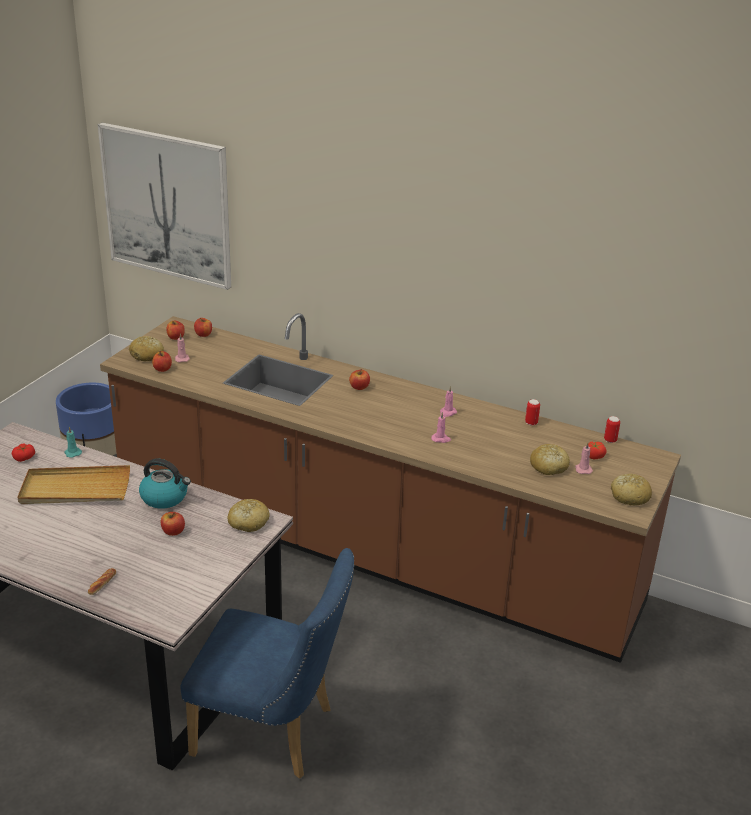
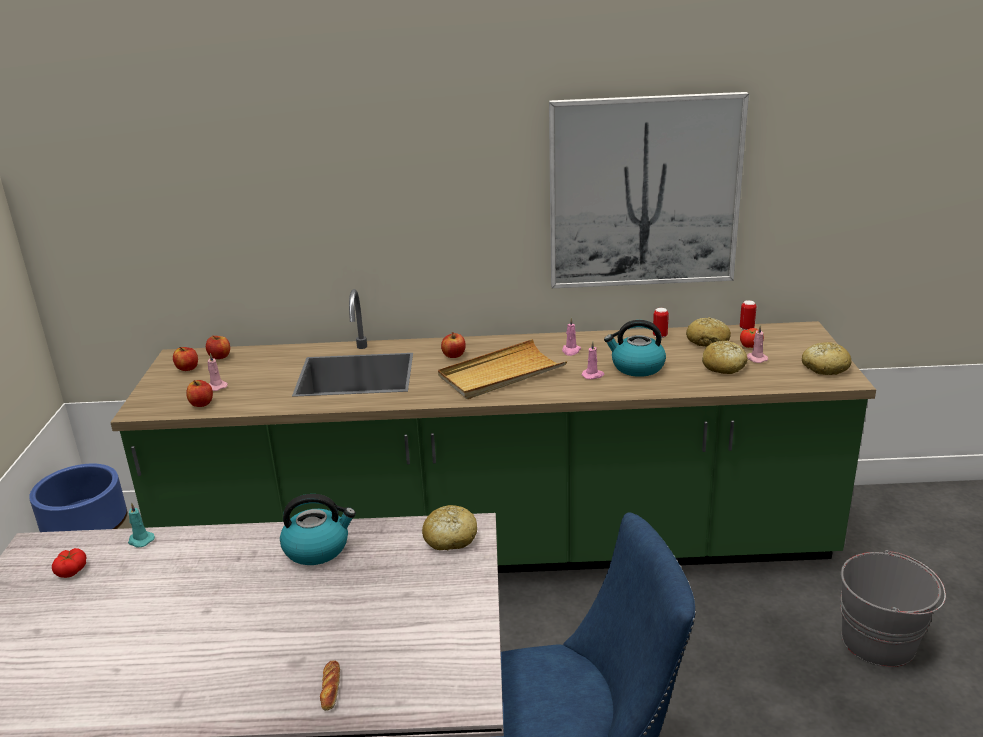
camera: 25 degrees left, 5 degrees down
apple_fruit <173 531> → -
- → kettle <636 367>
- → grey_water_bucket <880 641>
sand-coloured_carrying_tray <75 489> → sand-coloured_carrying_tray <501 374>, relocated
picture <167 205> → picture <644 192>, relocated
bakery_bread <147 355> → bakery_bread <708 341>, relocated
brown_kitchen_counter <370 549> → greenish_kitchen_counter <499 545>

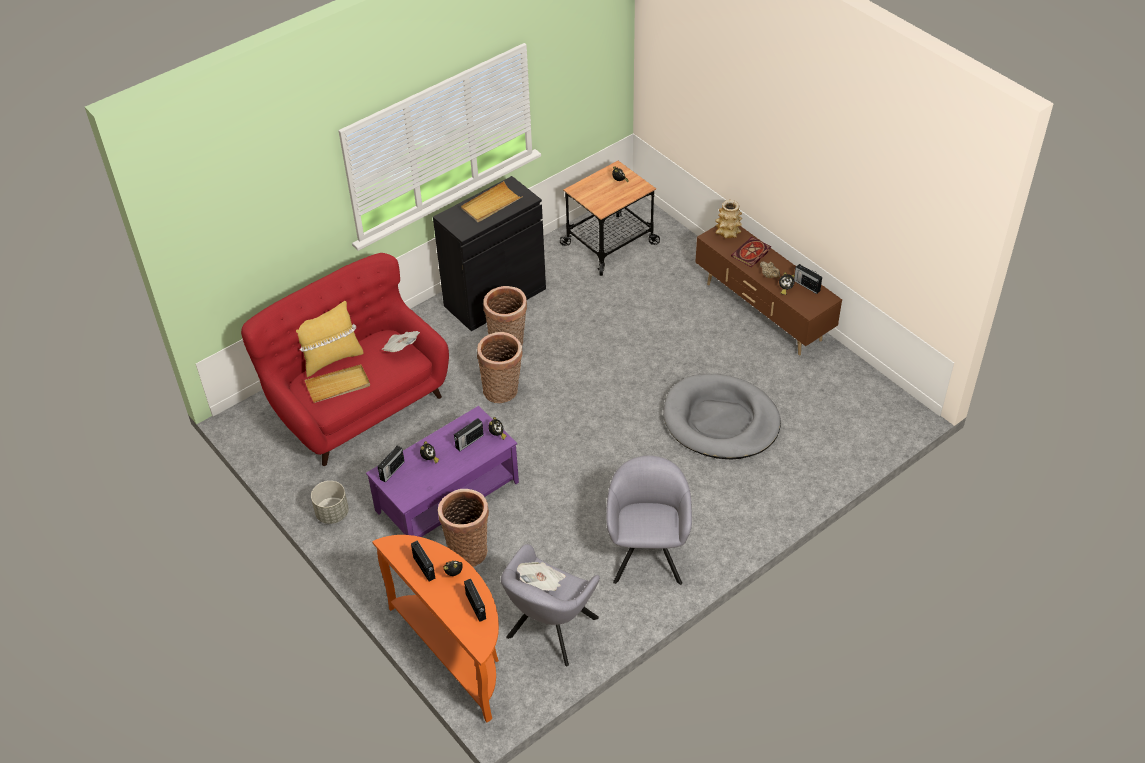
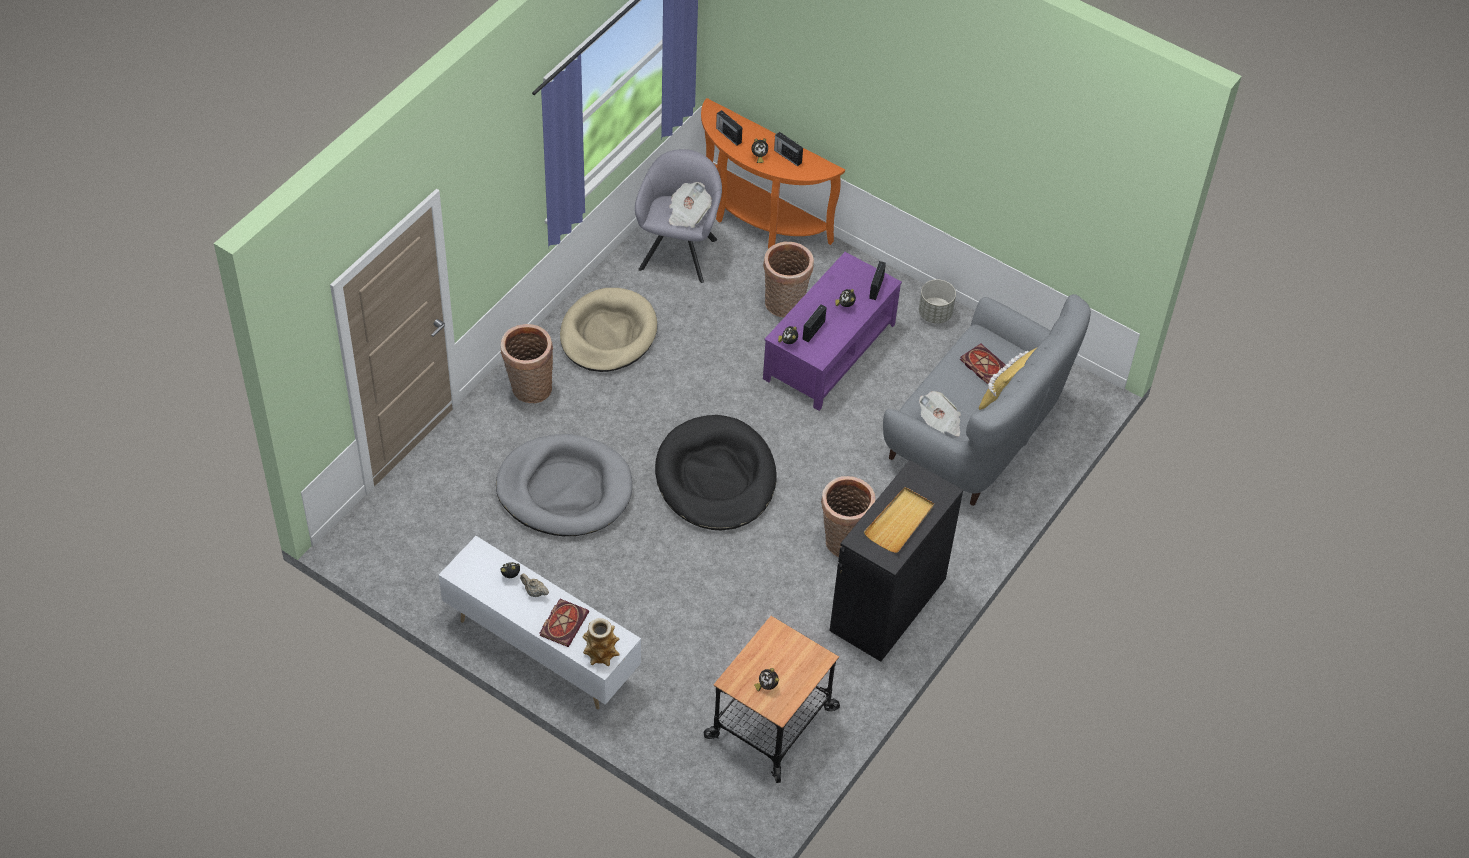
camera: 160 degrees right, 5 degrees up
radio <806 285> → -
- → black-coloured_pet_bed <716 477>
household_basket <503 390> → household_basket <529 389>, relocated
sand-coloured_carrying_tray <338 385> → volume <982 365>
grey_easy_chair <648 553> → sand-coloured_pet_bed <608 334>
red-coloured_couch <358 403> → grey_couch <976 432>
brown_tv_unit <763 313> → white_tv_unit <541 649>

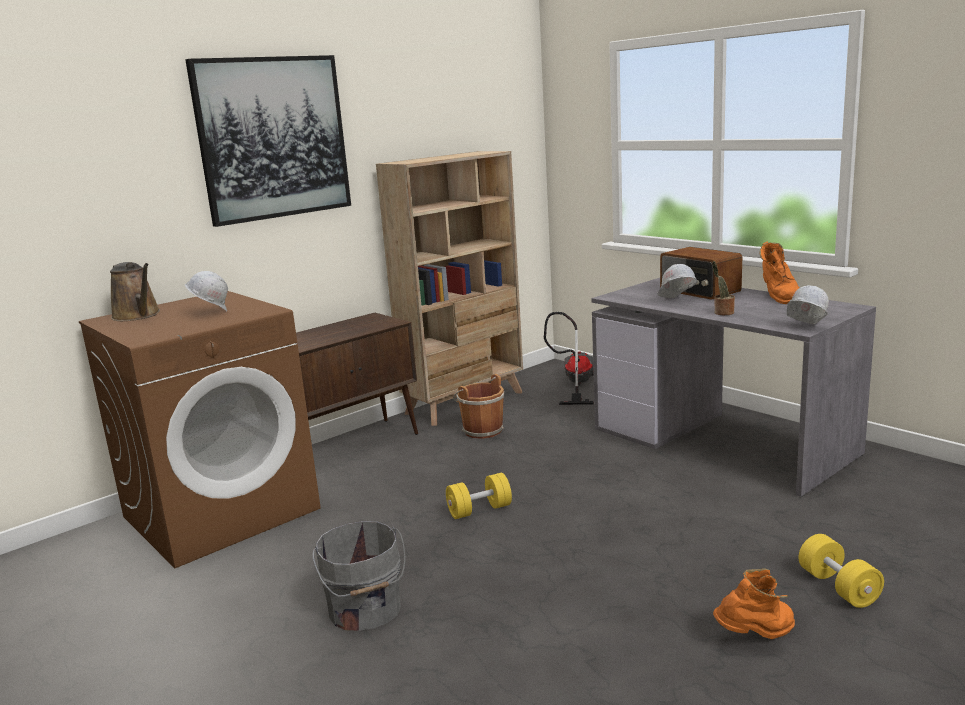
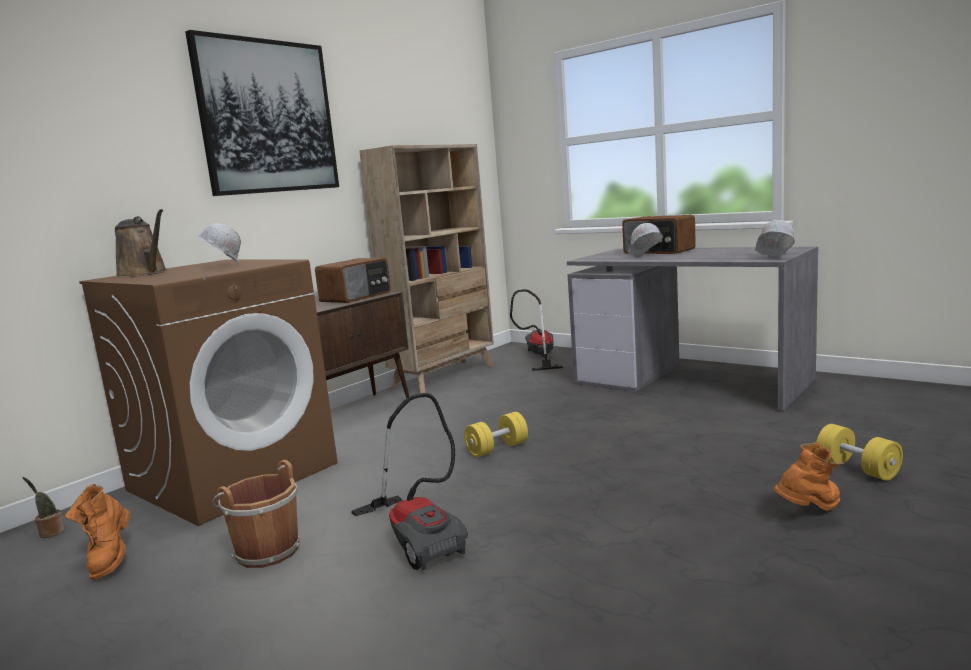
camera: 10 degrees left, 5 degrees down
- → radio <357 297>
brown_water_bucket <481 430> → brown_water_bucket <265 551>, relocated
plant_in_a_pot <722 313> → plant_in_a_pot <50 532>, relocated
orangey_boot <778 297> → orangey_boot <110 559>, relocated
grey_water_bucket <365 610> → vacuum_cleaner <420 537>

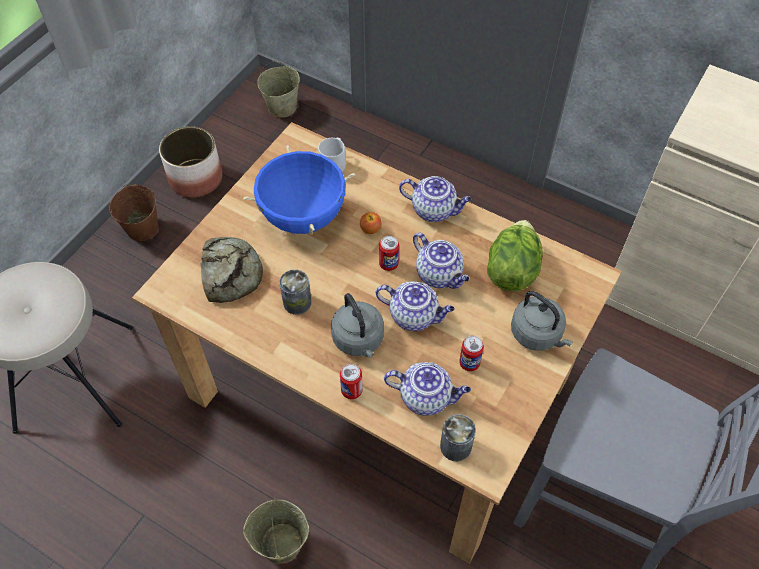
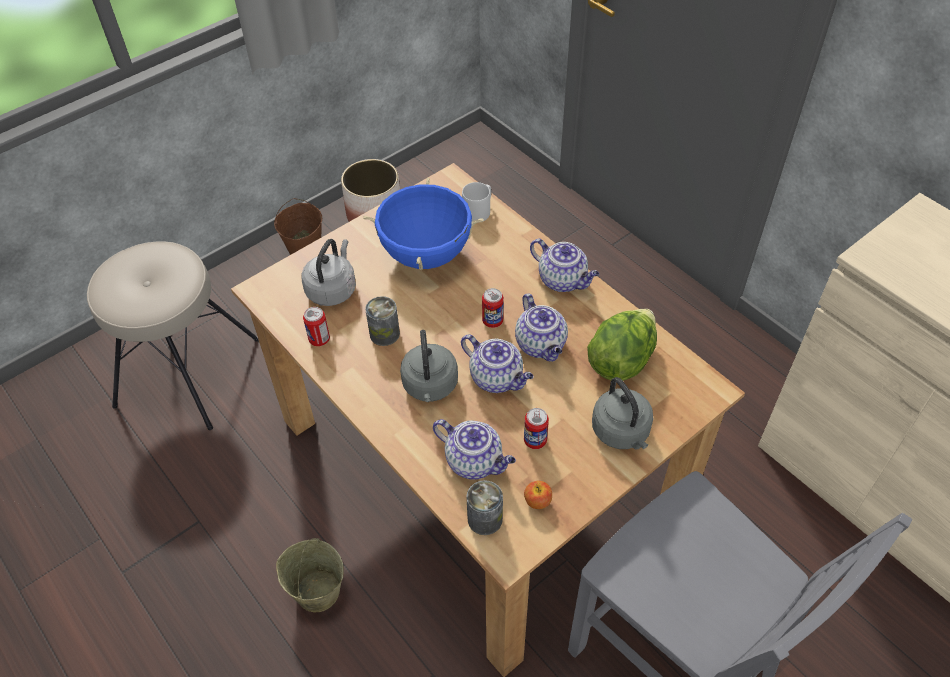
camera: 20 degrees right, 5 degrees down
sand-coloured_water_bucket <282 107> → -
metal_can <351 390> → metal_can <319 339>, relocated
apple_fruit <370 229> → apple_fruit <537 501>, relocated
bakery_bread <230 272> → grey_kettle <332 289>

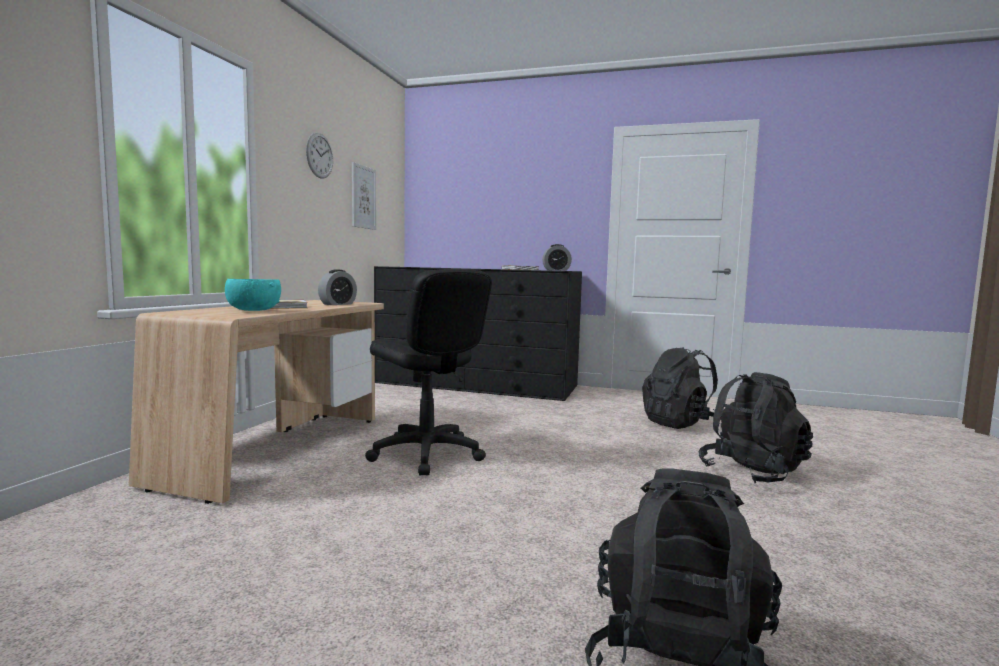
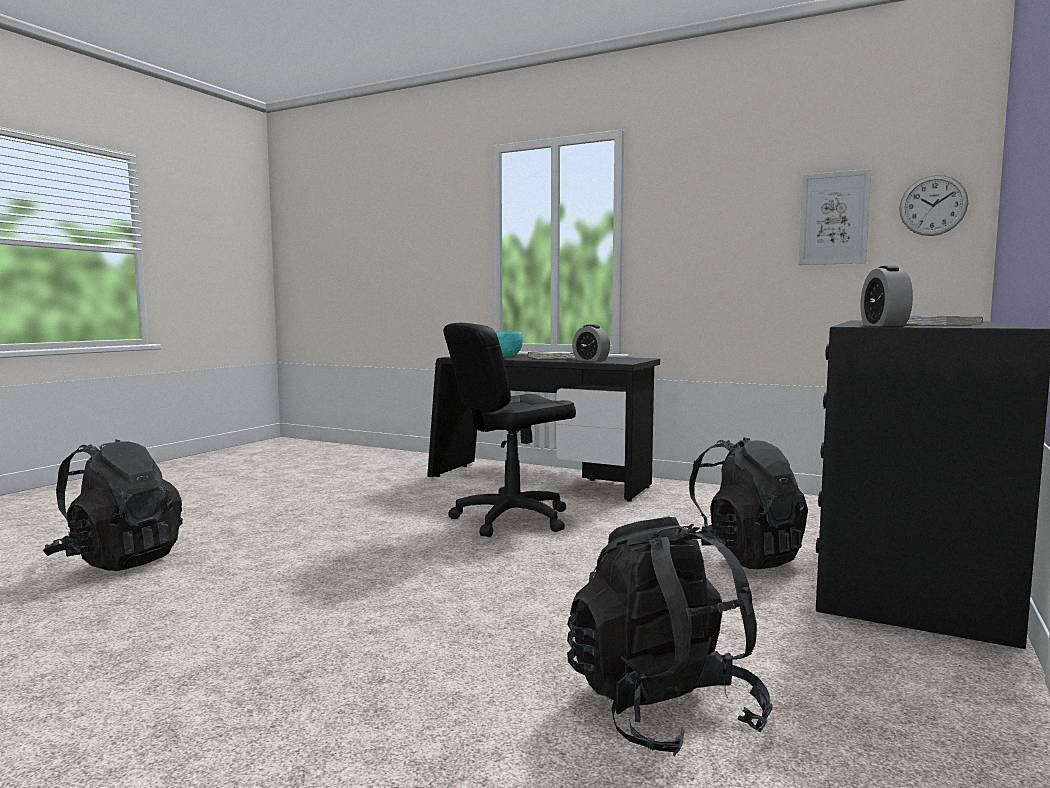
camera: 100 degrees right, 0 degrees up
hanging_clock <319 155> → hanging_clock <933 205>, relocated
black-coloured_backpack <752 472> → black-coloured_backpack <741 556>, relocated
sand-coloured_desk_unit <280 449> → black-coloured_desk_unit <540 482>

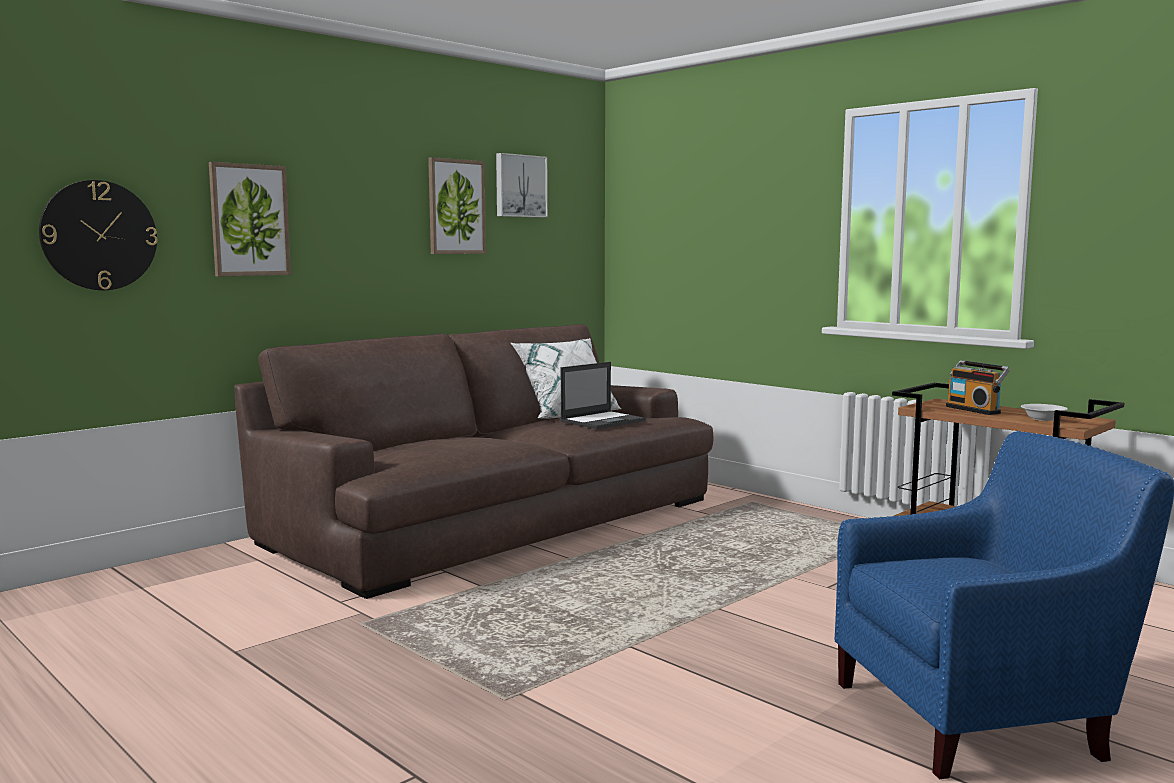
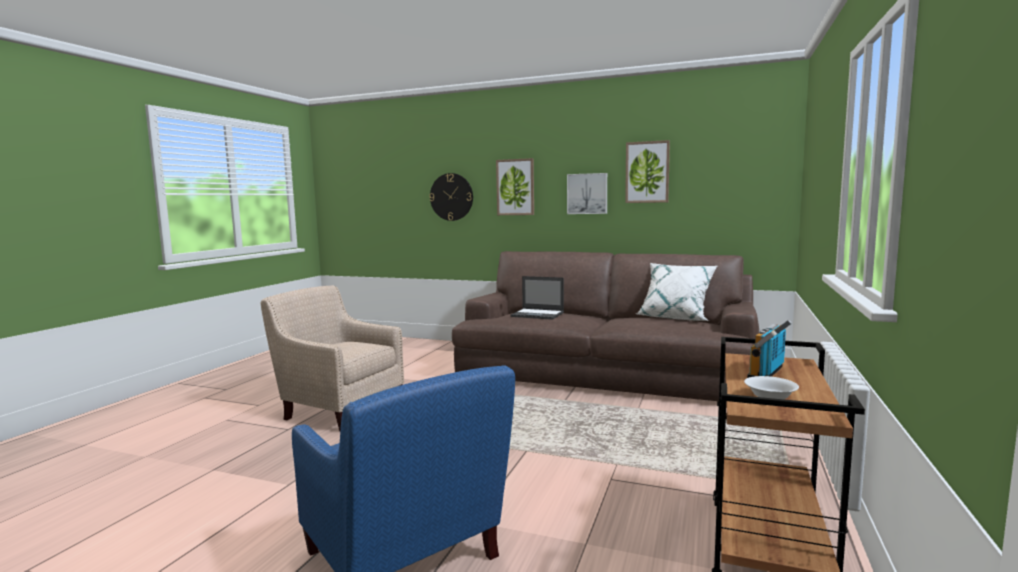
camera: 65 degrees right, 0 degrees up
- → sand-coloured_easy_chair <340 408>
picture <520 186> → picture <587 193>, relocated
laptop <603 421> → laptop <538 314>, relocated

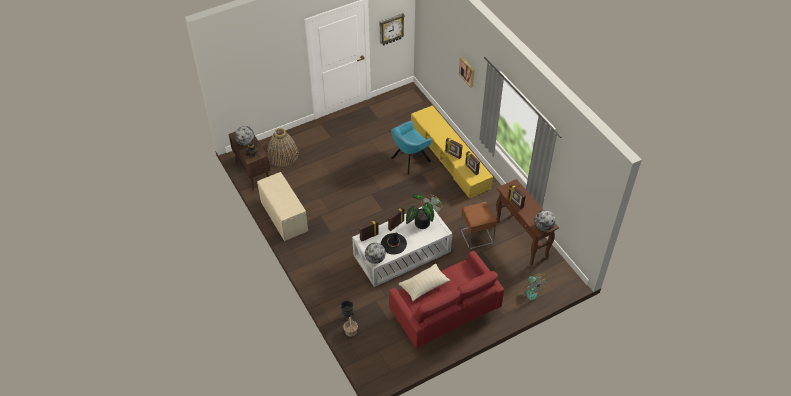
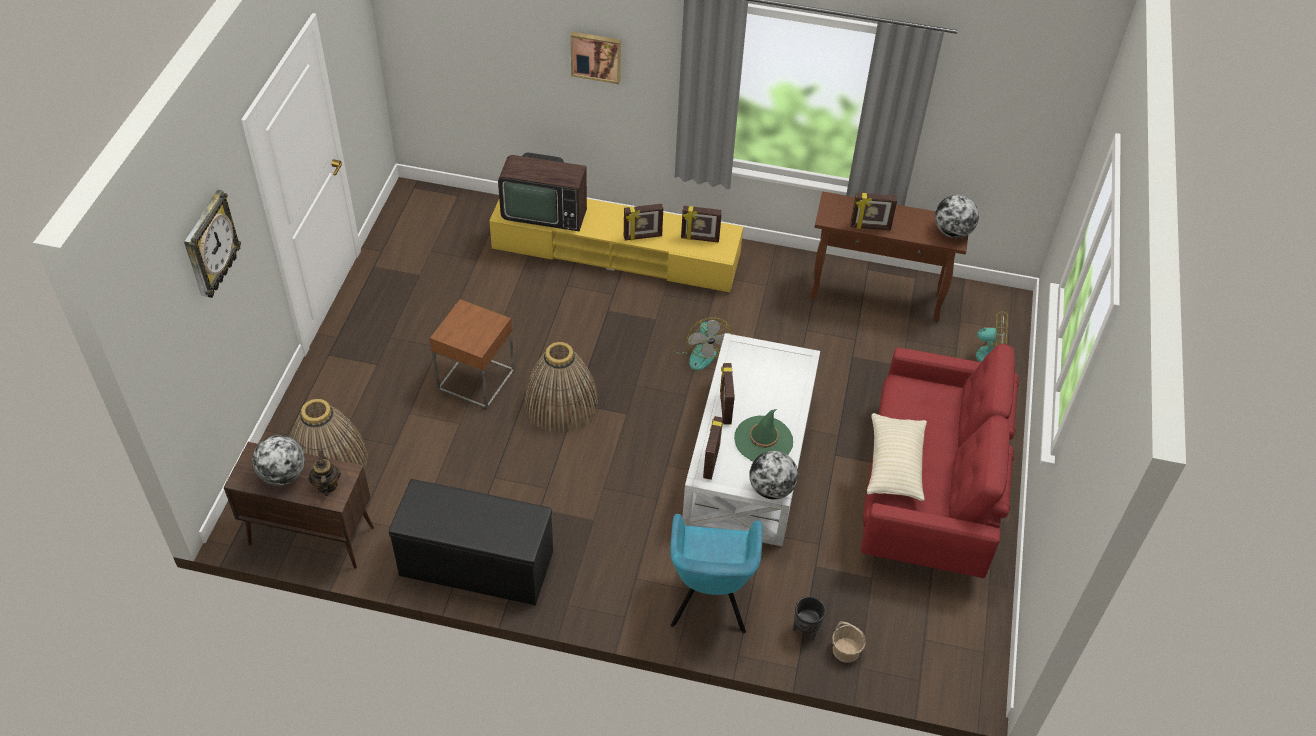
camera: 50 degrees left, 0 degrees up
plant_in_a_pot <420 223> → -
- → TV <544 210>
- → household_basket <561 403>
hanging_clock <391 29> → hanging_clock <209 246>, relocated
turquoise_easy_chair <409 160> → turquoise_easy_chair <710 599>, relocated
brown_accent_table <476 236> → brown_accent_table <476 379>, relocated
sand-coloured_indoor_bench <283 216> → black-coloured_indoor_bench <475 564>
black-coloured_wearable_hat <393 244> → greenish_wearable_hat <763 440>

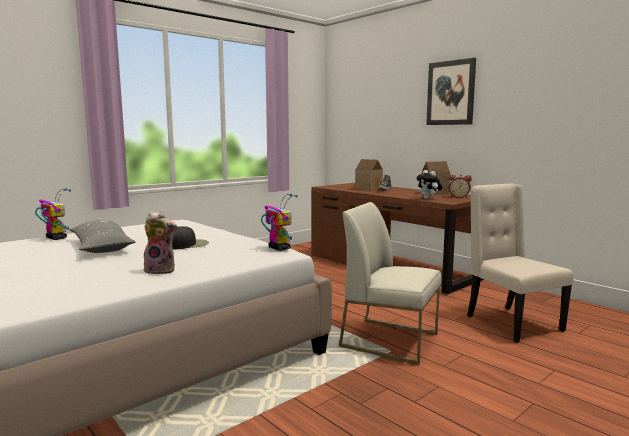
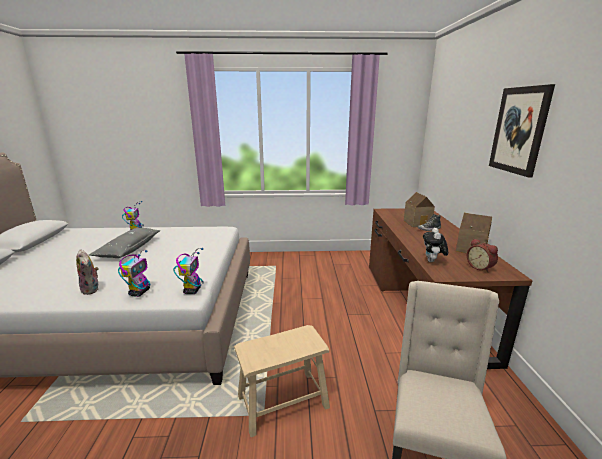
camera: 40 degrees right, 10 degrees up
black-coloured_peaked_cap <187 245> → -
- → model_robot <140 292>
white_chair <390 340> → sand-coloured_stool_seat <282 401>

